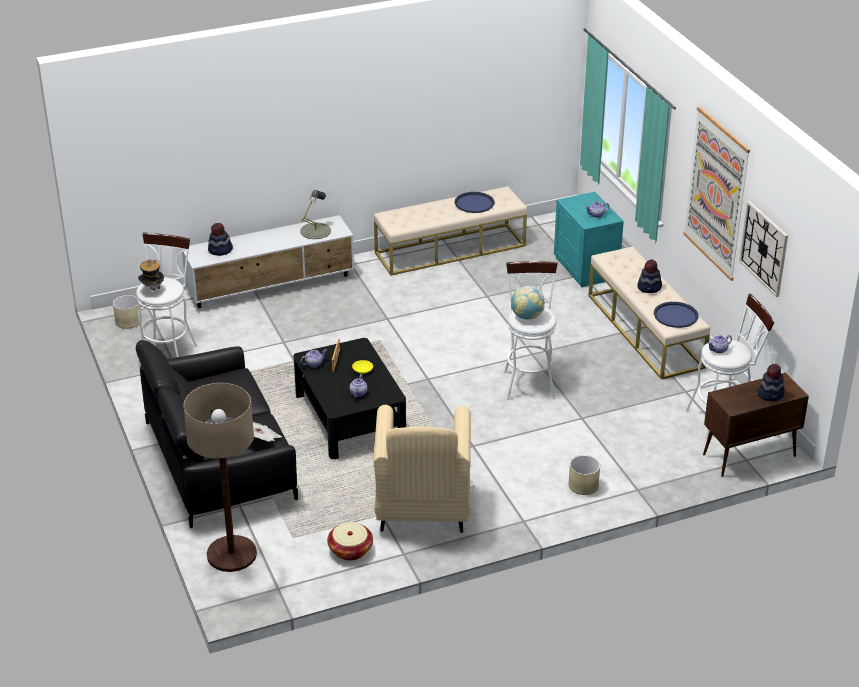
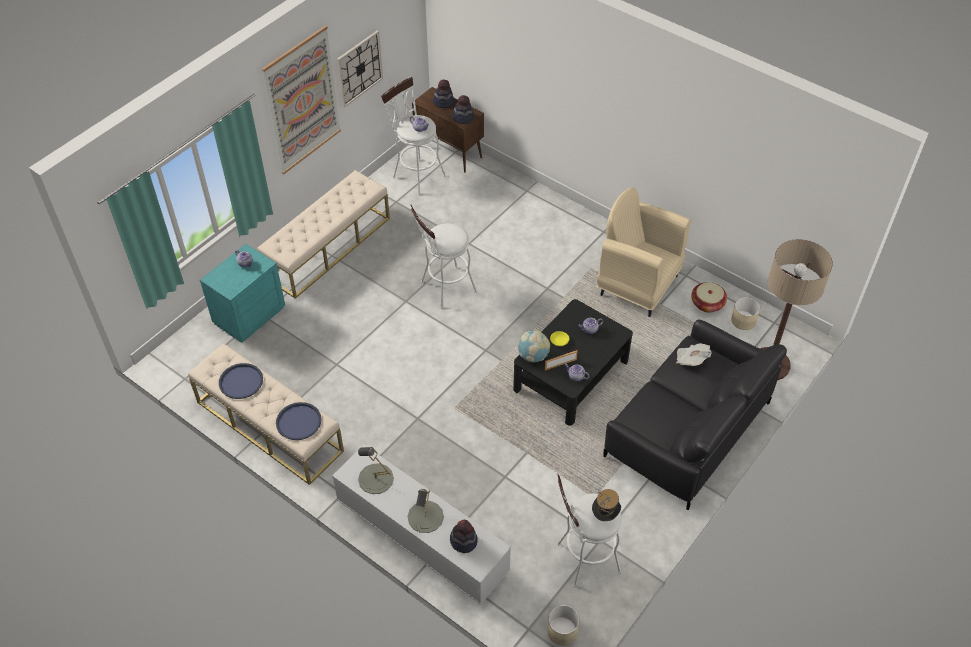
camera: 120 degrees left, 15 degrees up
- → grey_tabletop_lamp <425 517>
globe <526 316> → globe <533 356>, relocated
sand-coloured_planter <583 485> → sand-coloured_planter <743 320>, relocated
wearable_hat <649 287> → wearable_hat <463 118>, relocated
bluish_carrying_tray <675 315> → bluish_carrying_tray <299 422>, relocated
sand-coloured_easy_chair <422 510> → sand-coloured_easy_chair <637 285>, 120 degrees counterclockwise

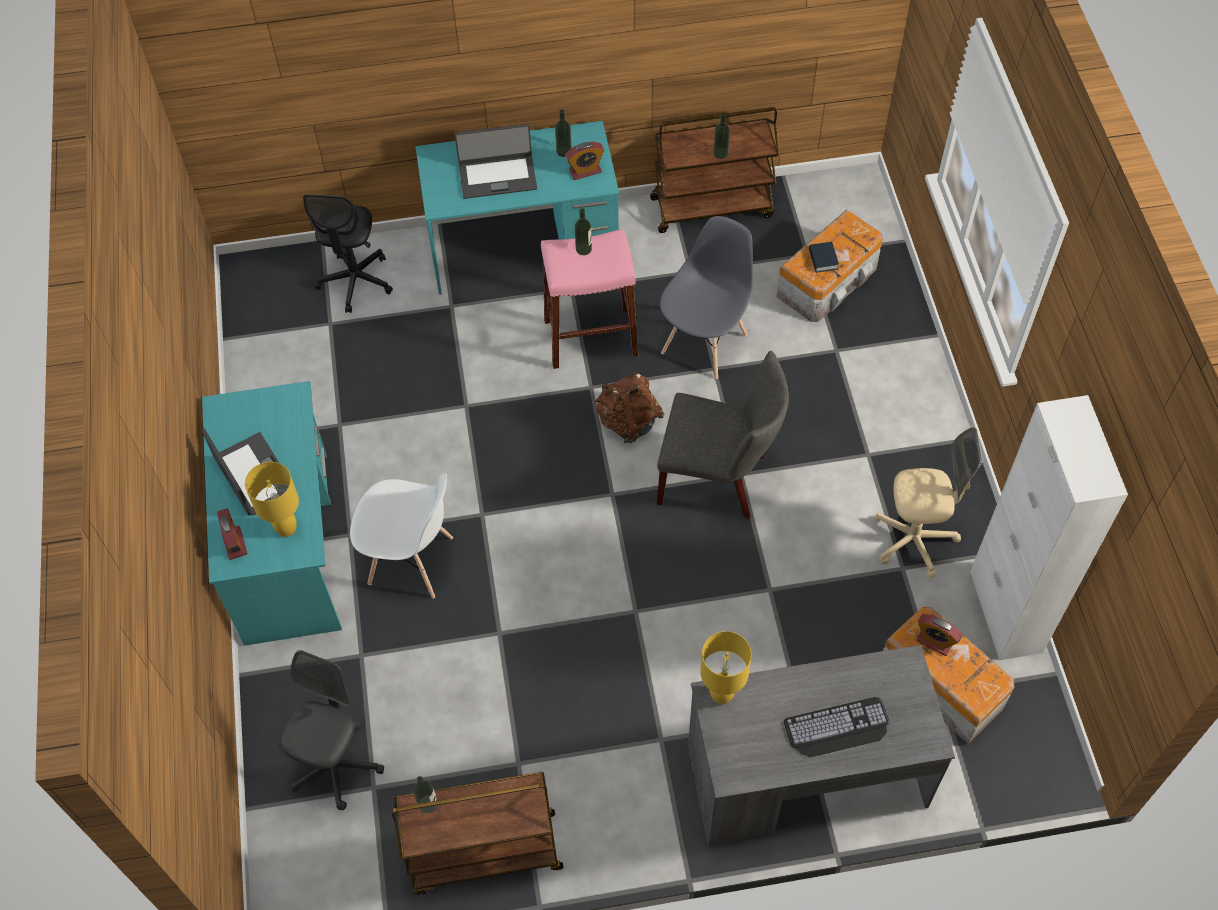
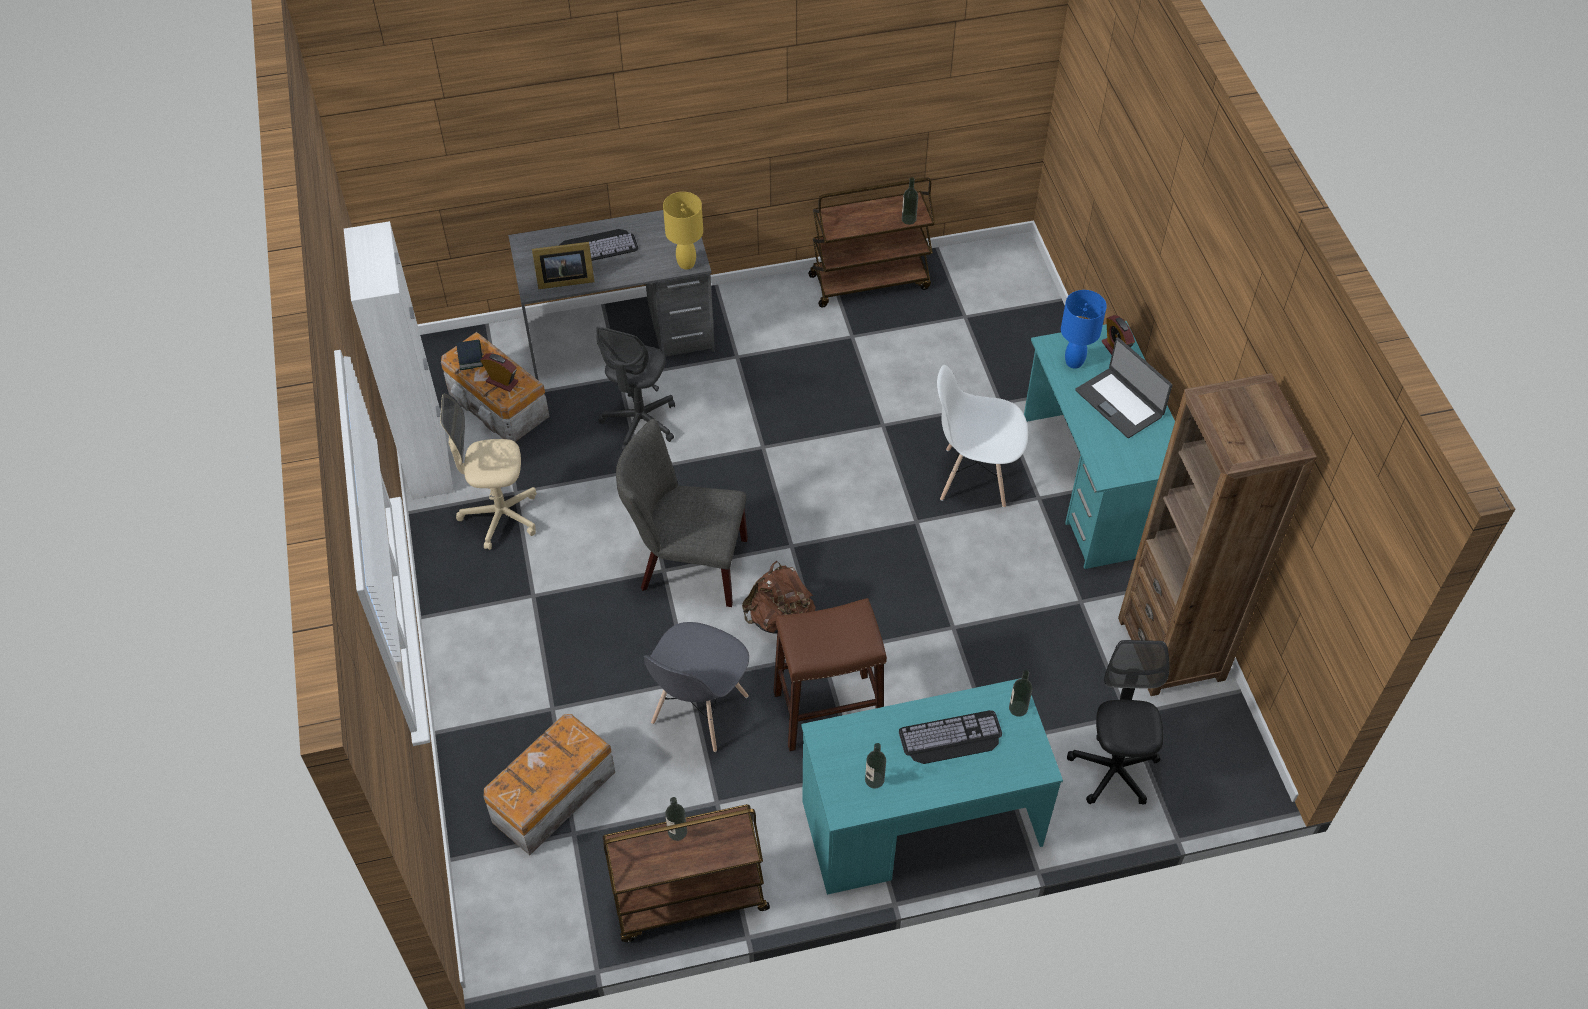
camera: 175 degrees right, 5 degrees down
alarm_clock <585 171> → -
- → photo_frame <563 280>
- → brown_bookshelf <1171 648>
grey_computer_chair <336 766> → grey_computer_chair <640 423>, relocated
drink_bottle <583 249> → drink_bottle <1018 708>, relocated
volume <823 259> → volume <470 357>, relocated
laptop <497 176> → keyboard <951 739>
yellowish_tabletop_lamp <287 529> → bluish_tabletop_lamp <1073 362>
pink_stool_seat <590 337> → brown_stool_seat <828 711>

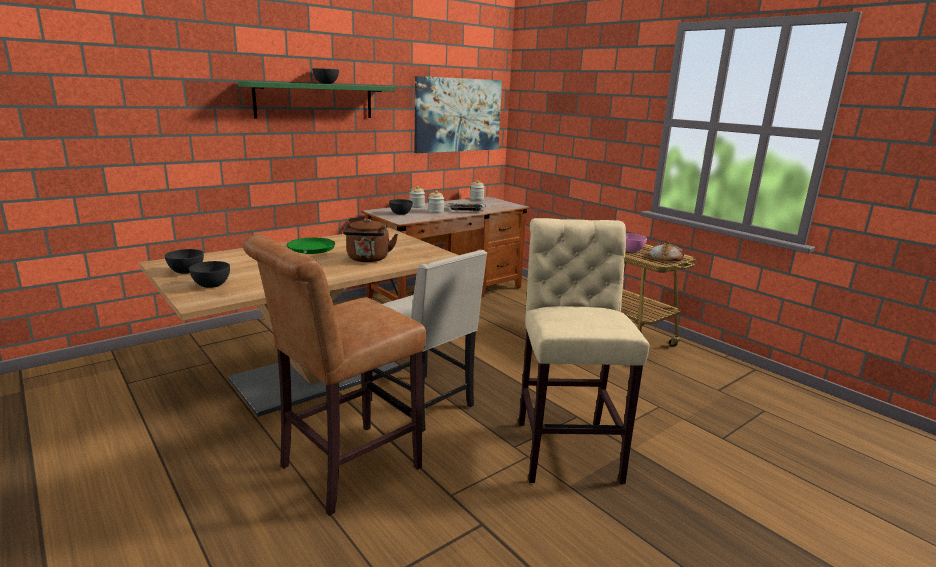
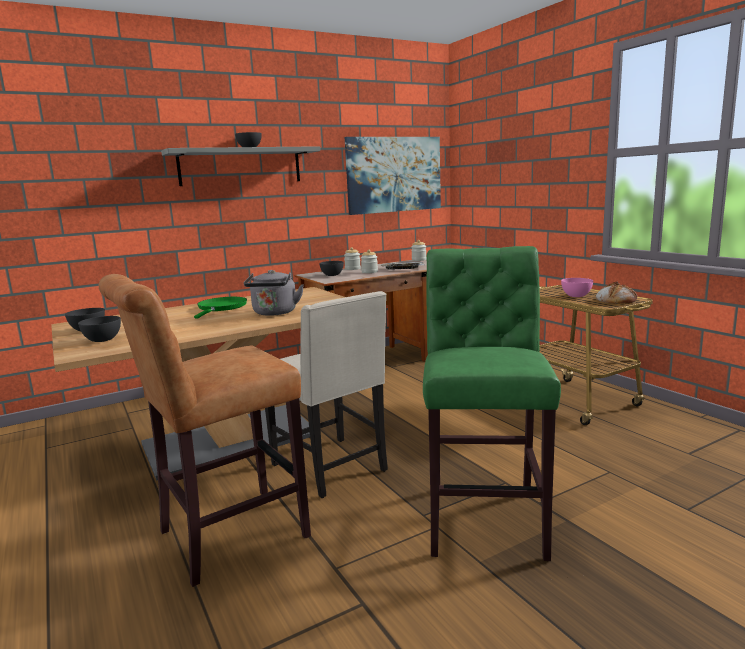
camera: 10 degrees right, 5 degrees down
greenish_bracket_shelf <315 101> → grey_bracket_shelf <241 166>
brown_kettle <368 259> → grey_kettle <274 313>
sand-coloured_stool_seat <566 447> → greenish_stool_seat <485 516>

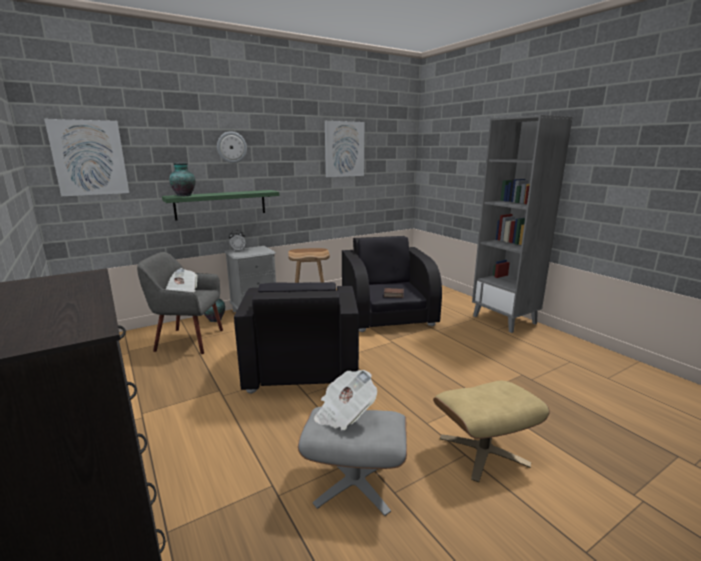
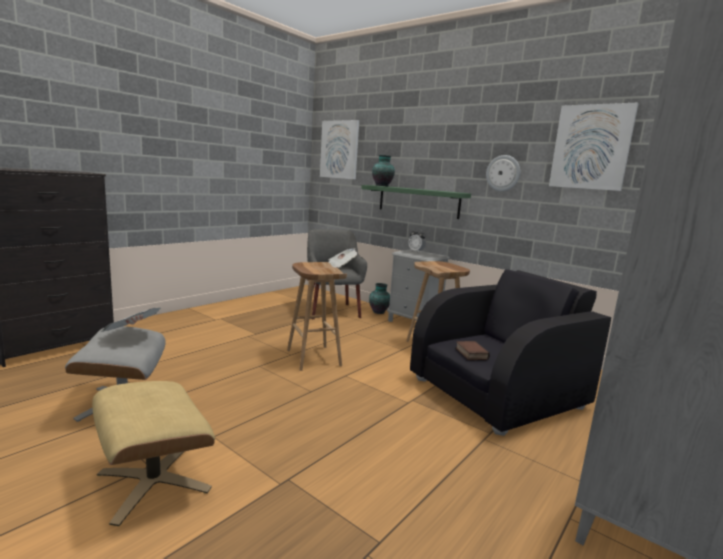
camera: 70 degrees right, 5 degrees down
hanging_clock <231 147> → hanging_clock <503 173>, relocated
black-coloured_easy_chair <302 365> → brown_stool_seat <312 357>

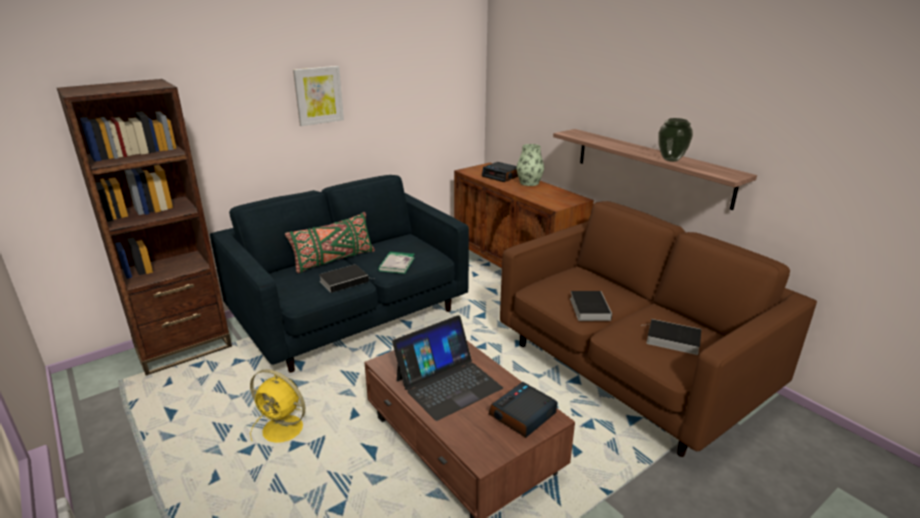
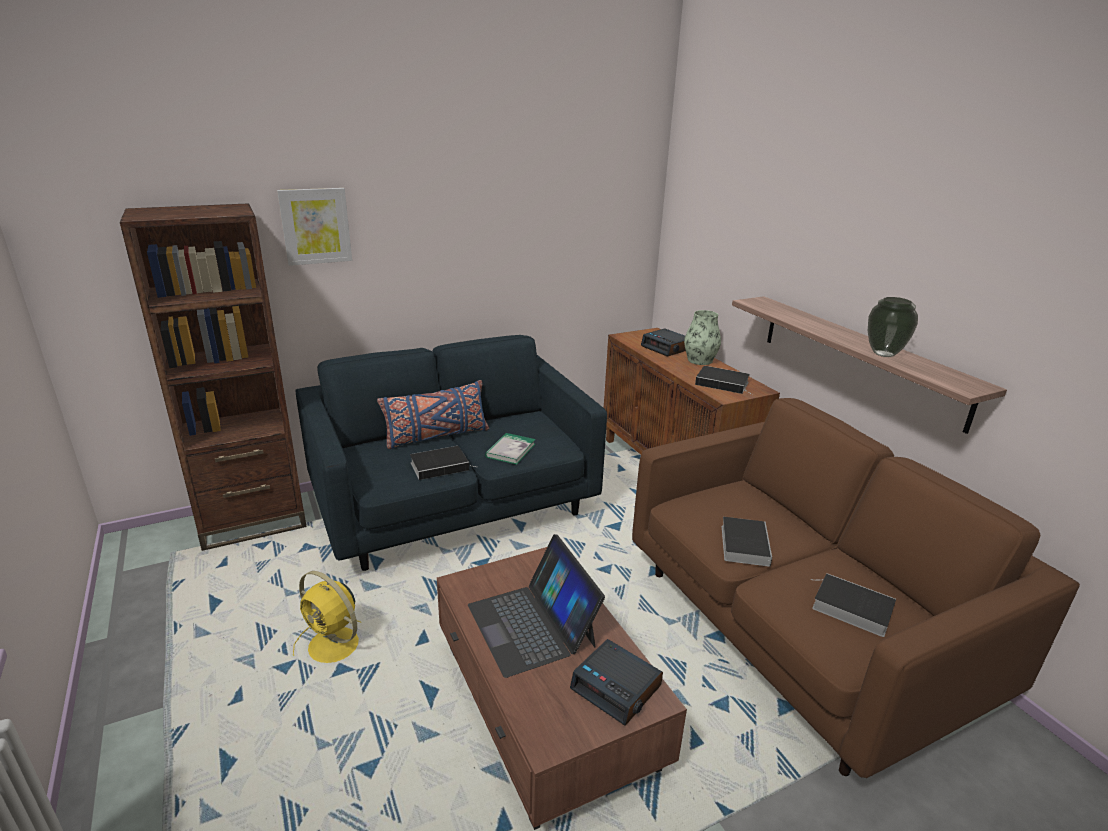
camera: 10 degrees right, 0 degrees up
- → volume <723 383>
picture <318 95> → picture <315 226>, relocated
greenish_cushion <333 260> → bluish_cushion <436 436>
laptop <448 383> → laptop <532 625>, 90 degrees clockwise
alarm_clock <522 415> → alarm_clock <617 687>, 105 degrees counterclockwise

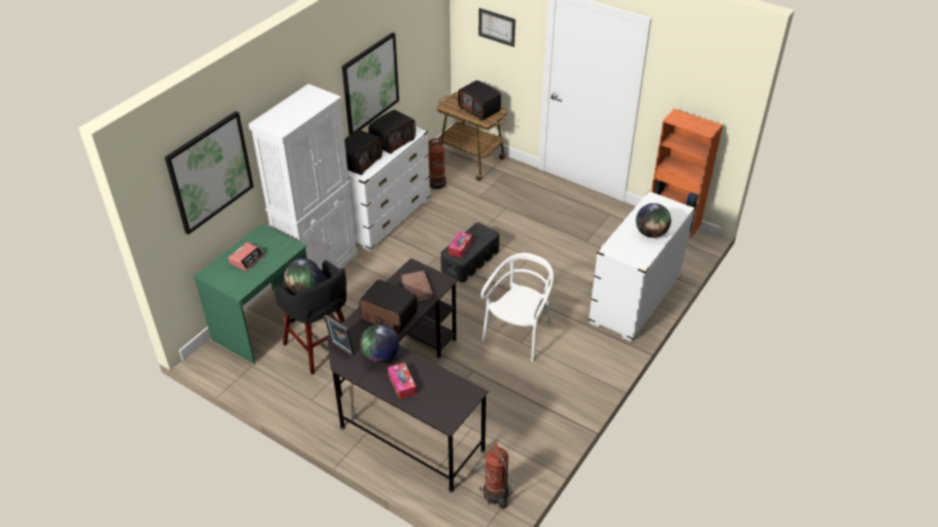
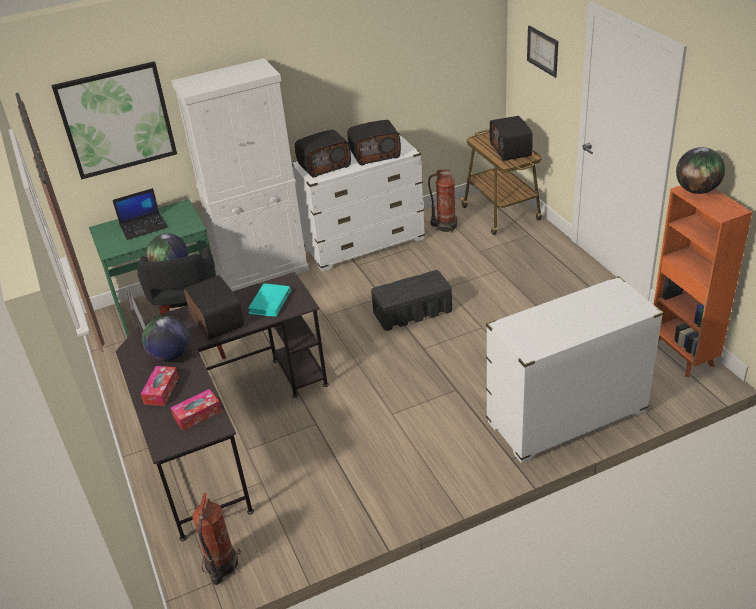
camera: 35 degrees right, 5 degrees down
picture <370 83> → -
white_chair <519 334> → -
tissue_holder <460 248> → tissue_holder <197 414>, relocated
globe <651 233> → globe <697 190>, relocated
alarm_clock <247 259> → laptop <144 226>
brown_volume <417 288> → turquoise_volume <270 302>

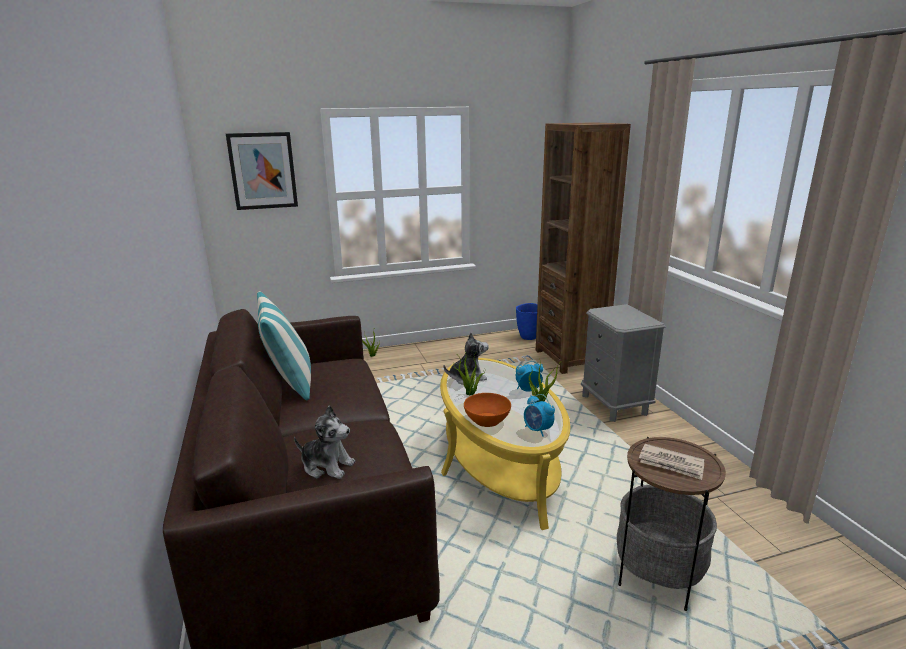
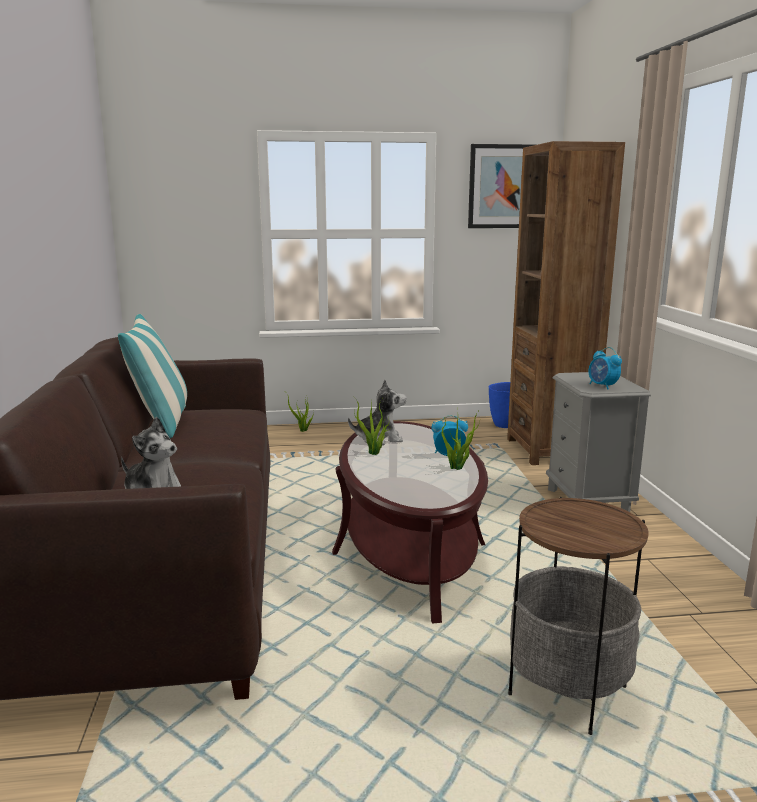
camera: 10 degrees right, 5 degrees down
orangey_serving_bowl <487 420> → -
daily_paper <671 464> → -
picture <263 171> → picture <501 186>, relocated
alarm_clock <537 430> → alarm_clock <602 386>, relocated
yellowish_coffee_table <499 463> → brown_coffee_table <409 549>

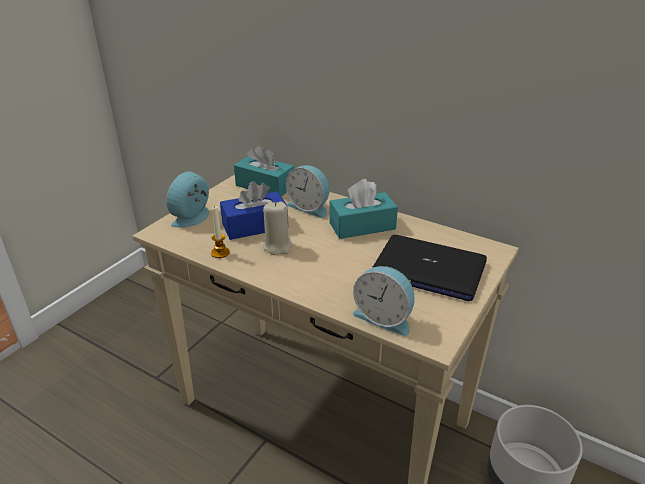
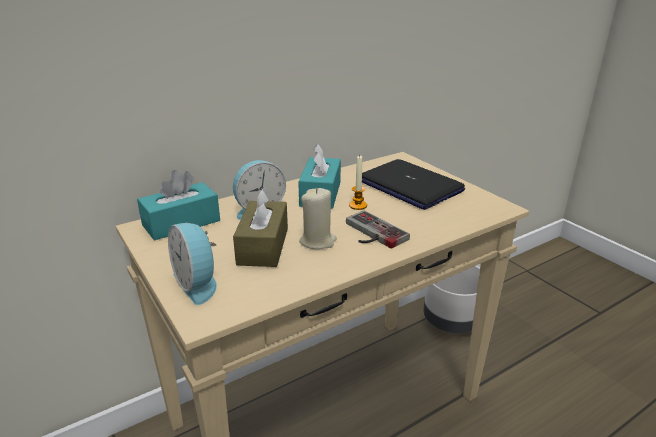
camera: 65 degrees left, 5 degrees down
alarm_clock <384 317> → -
- → joypad <371 233>
wax_light <220 253> → wax_light <358 205>, relocated
bluish_tissue_holder <255 226> → brown_tissue_holder <263 246>
laptop <428 269> → laptop <409 186>, 90 degrees clockwise

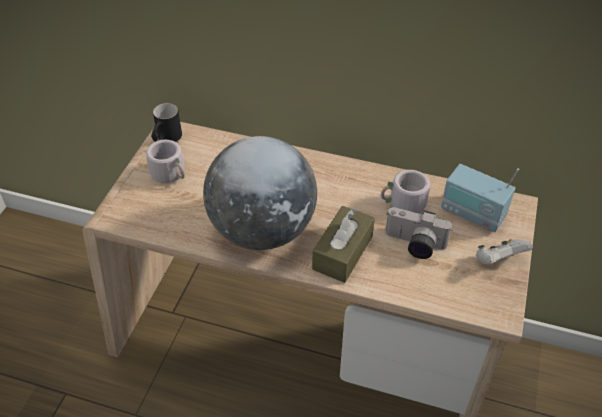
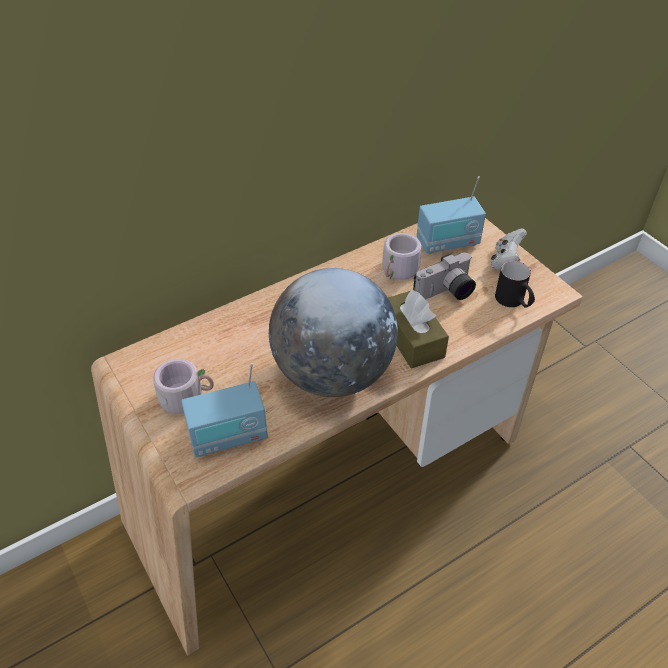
camera: 50 degrees left, 0 degrees up
- → radio <228 436>
black-coloured_mug <166 139> → black-coloured_mug <514 302>, relocated

